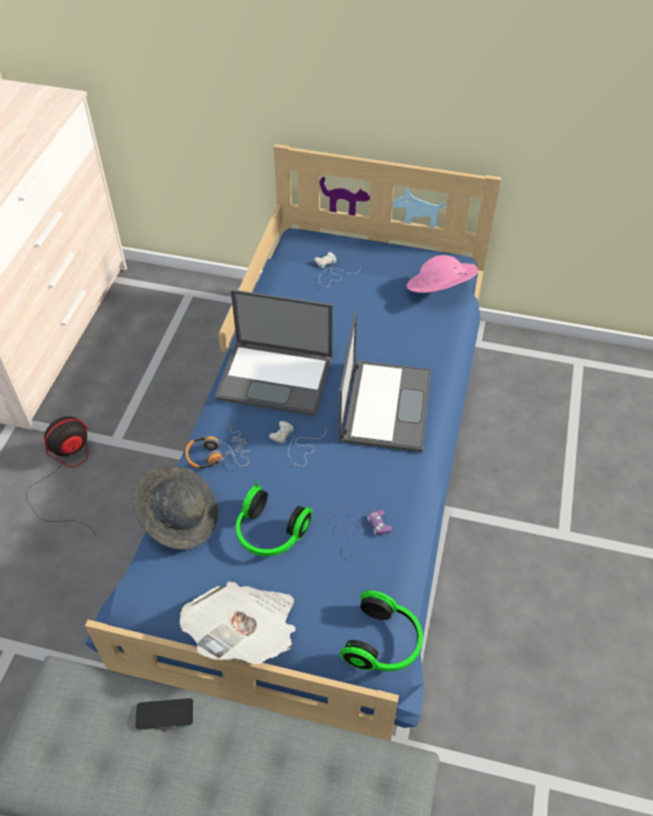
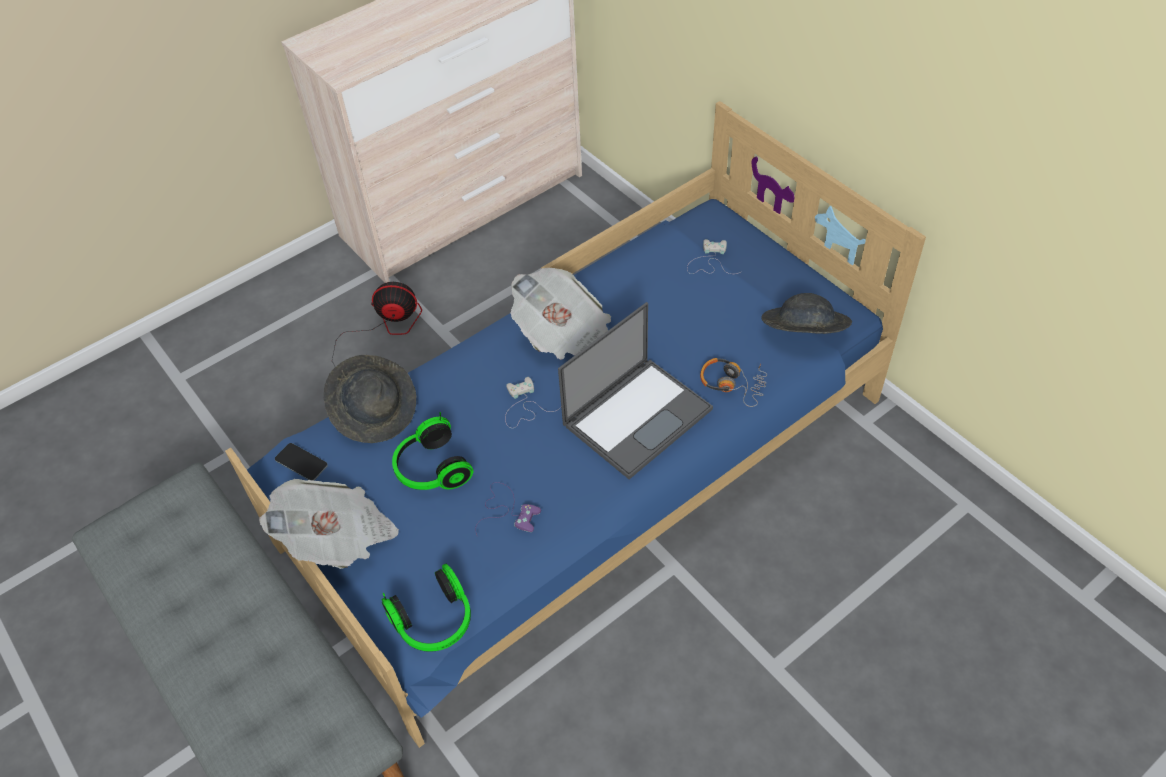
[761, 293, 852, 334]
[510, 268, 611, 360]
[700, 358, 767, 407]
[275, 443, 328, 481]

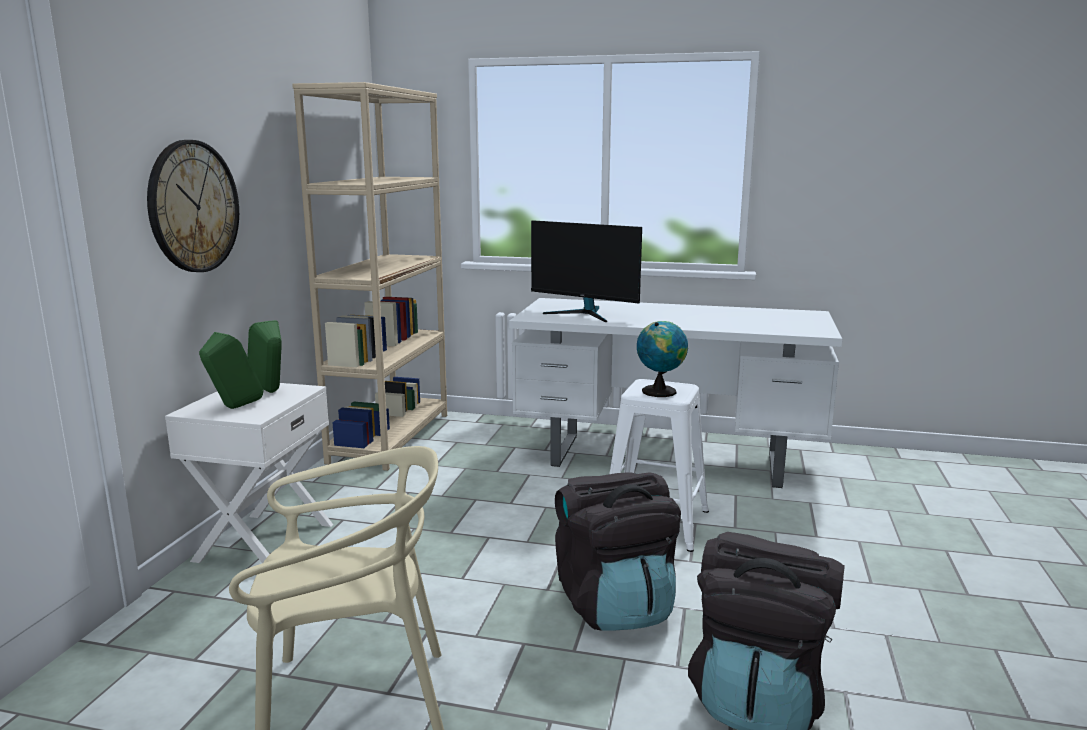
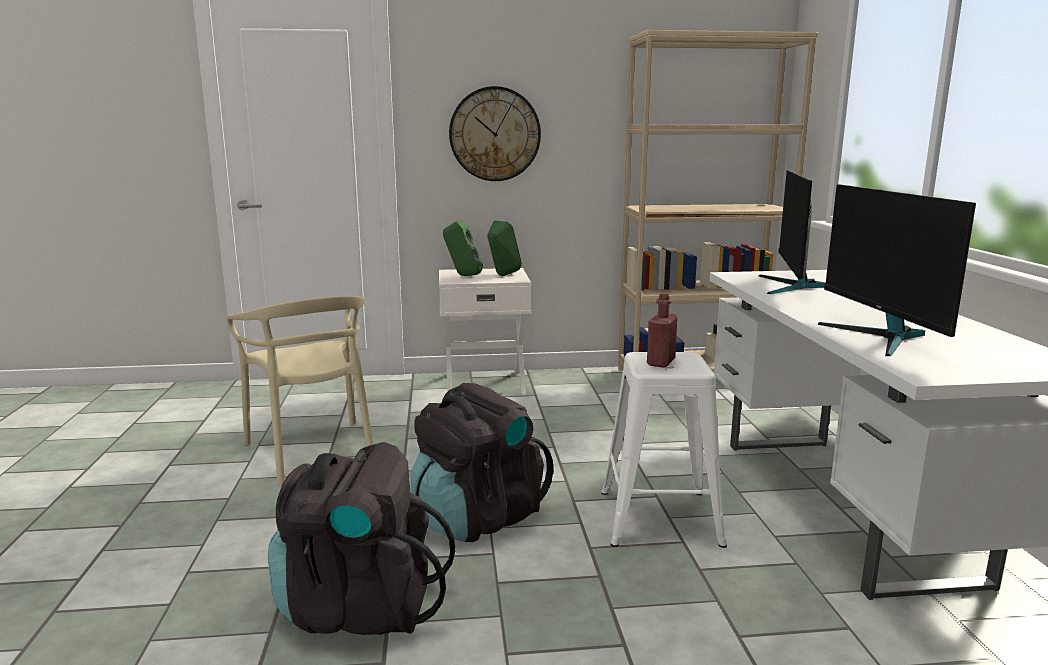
[647, 292, 678, 368]
[817, 184, 976, 356]

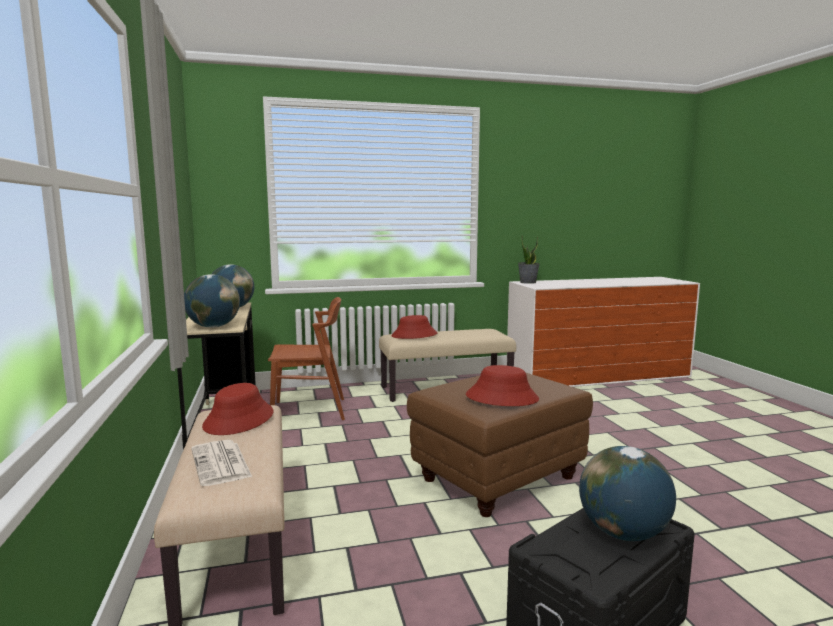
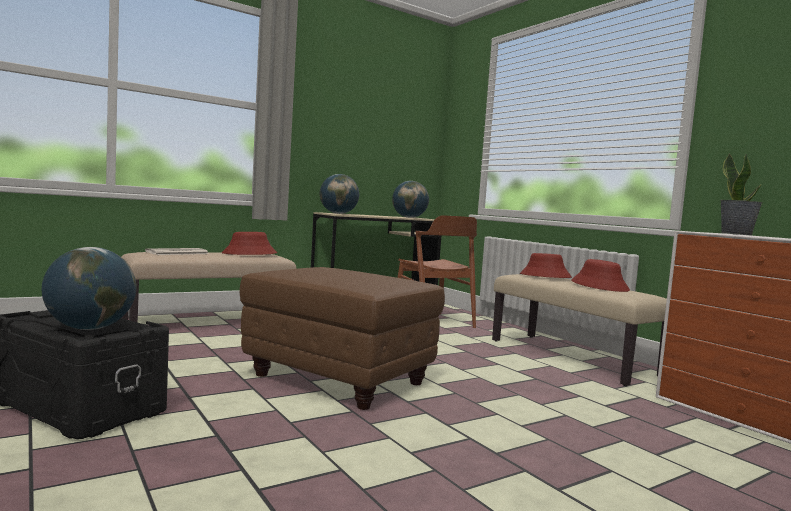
[571, 259, 630, 292]

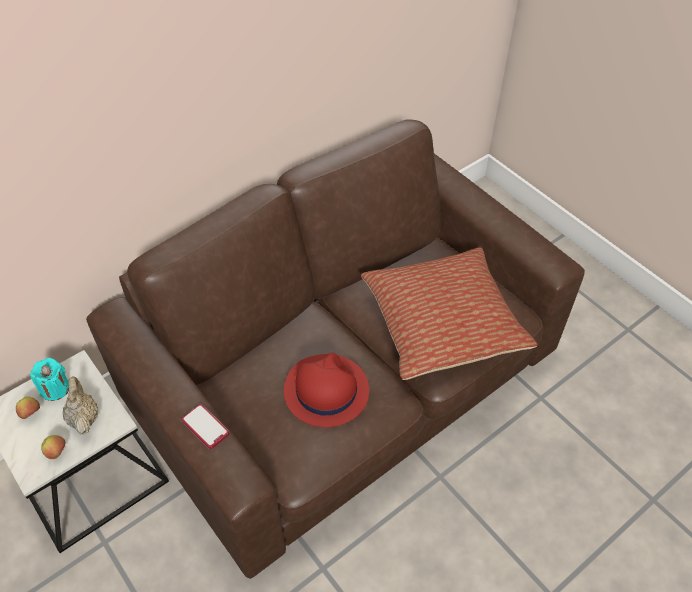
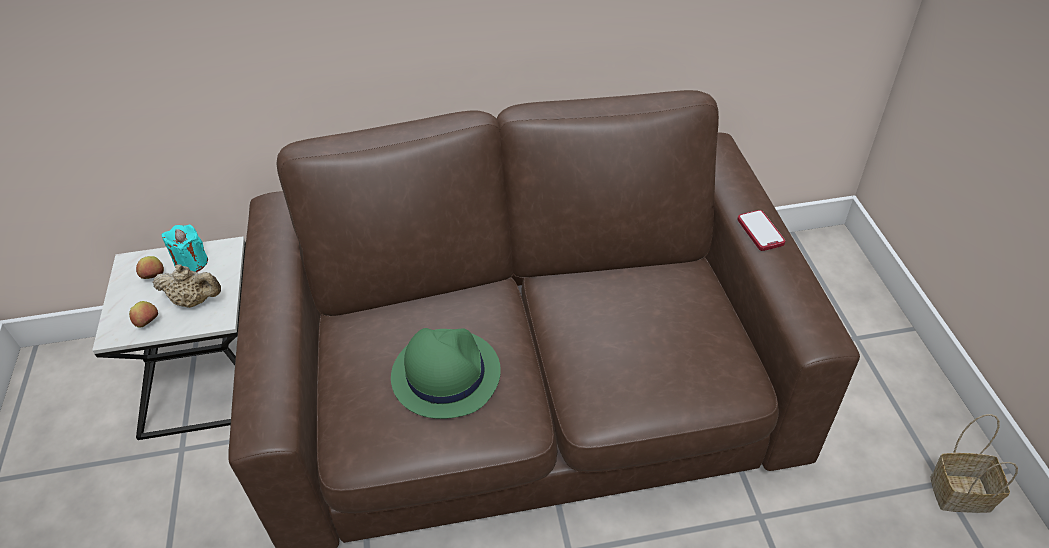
[361, 247, 538, 380] (first image)
[391, 328, 501, 419]
[152, 264, 221, 308]
[737, 210, 785, 251]
[930, 414, 1018, 513]

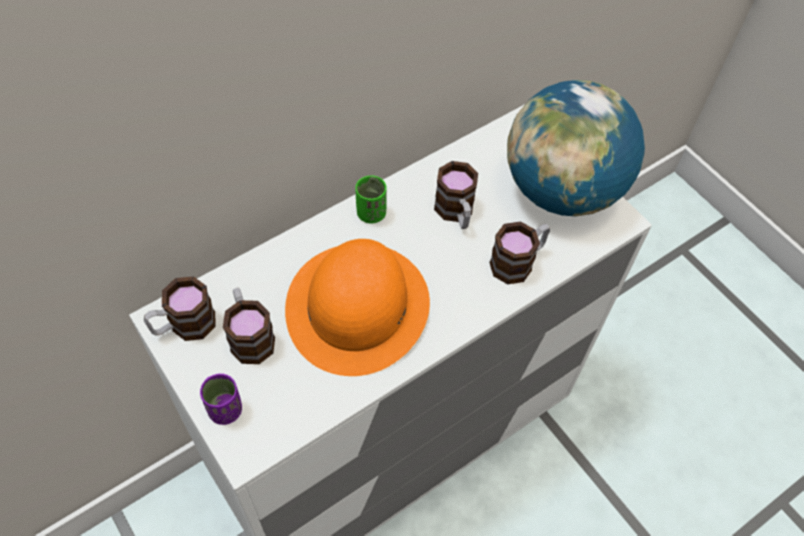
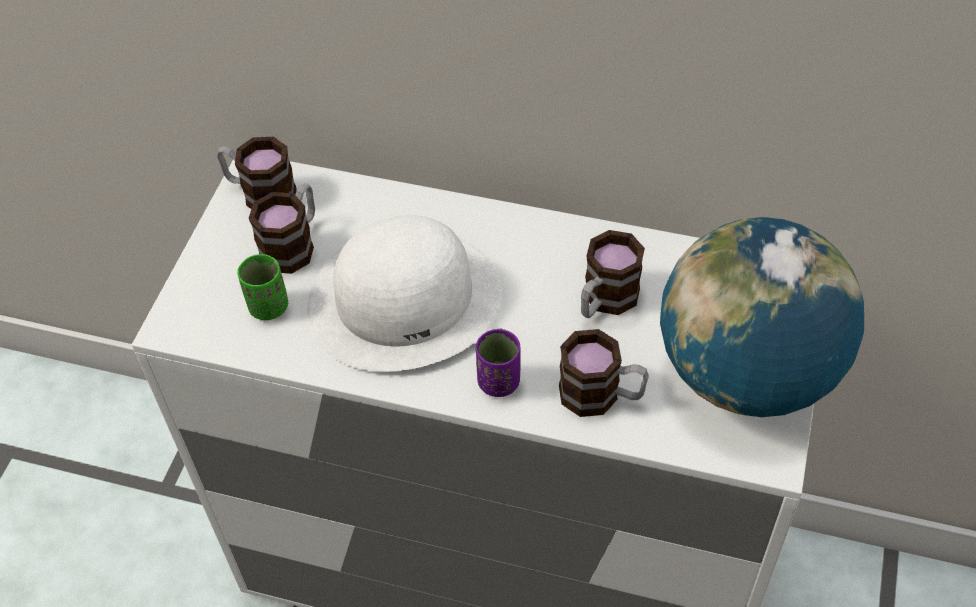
[237, 254, 288, 320]
[307, 215, 502, 372]
[476, 328, 521, 397]

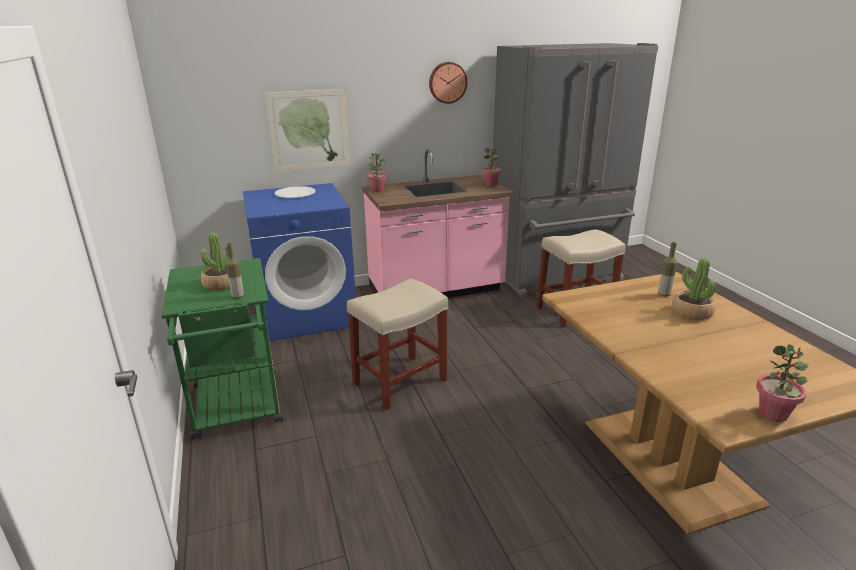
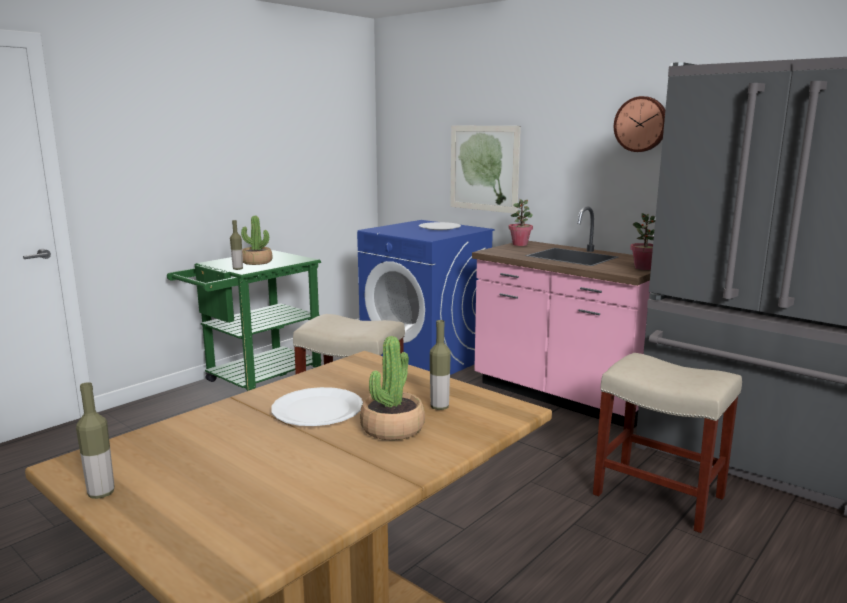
[76, 382, 114, 499]
[271, 387, 363, 426]

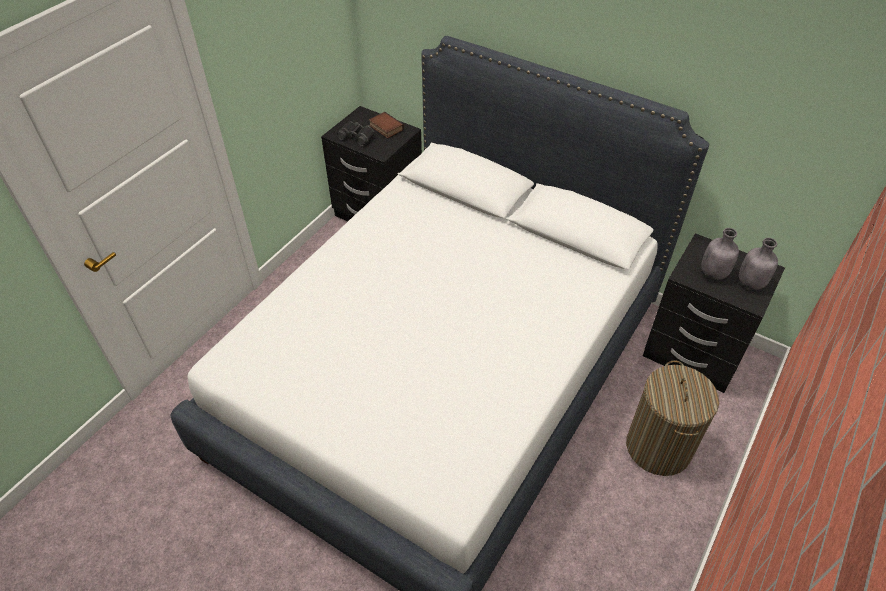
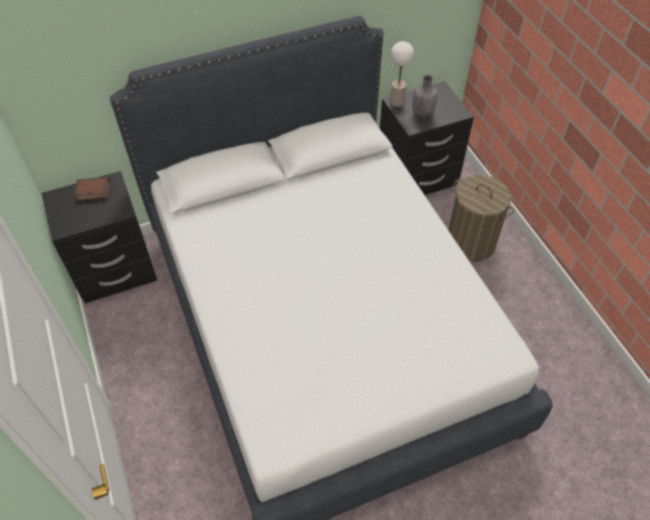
[337, 121, 375, 146] (first image)
[739, 238, 778, 290] (first image)
[390, 41, 414, 107]

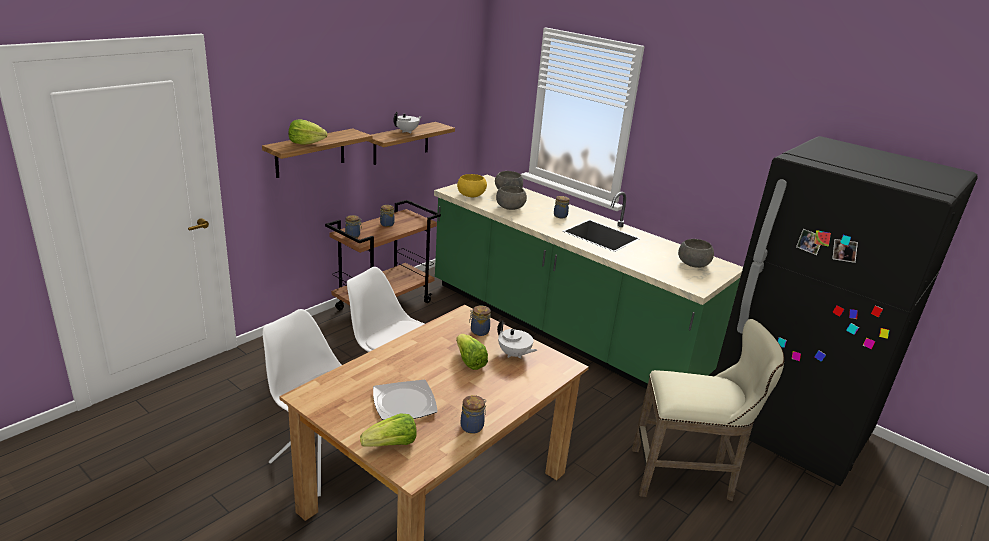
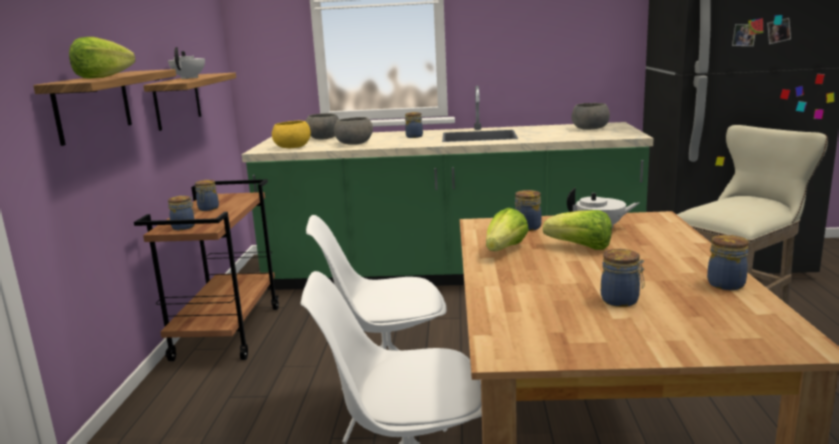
[601, 249, 644, 307]
[486, 208, 529, 251]

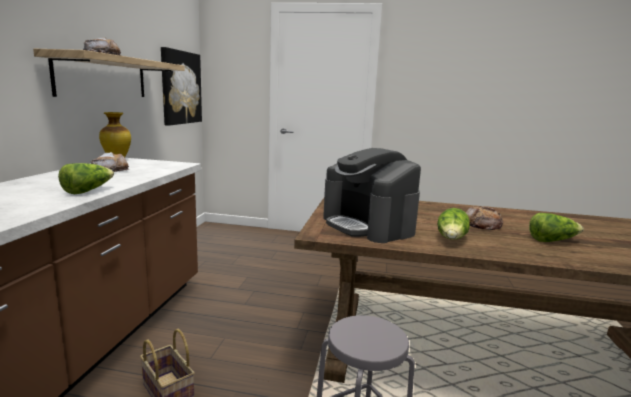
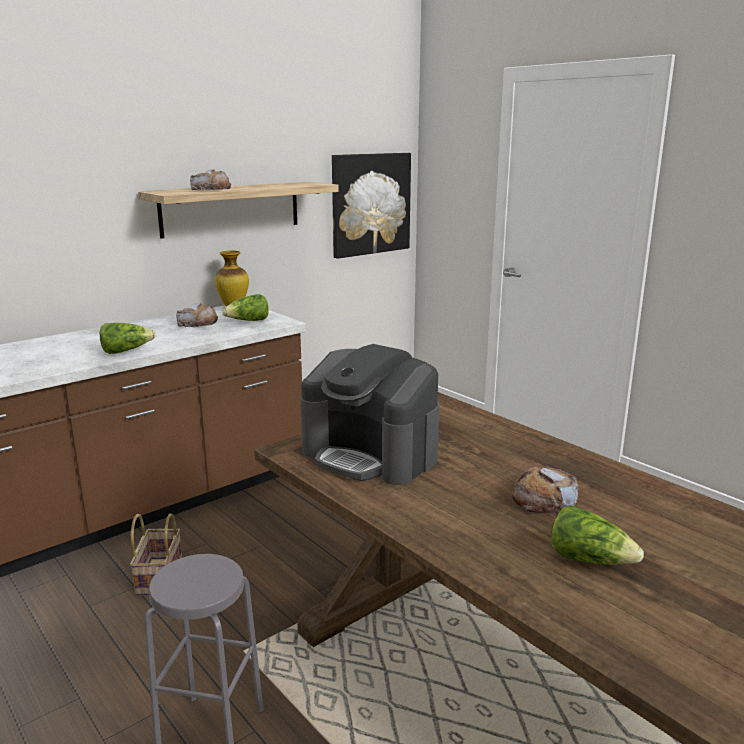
[300, 344, 439, 485]
[222, 294, 269, 321]

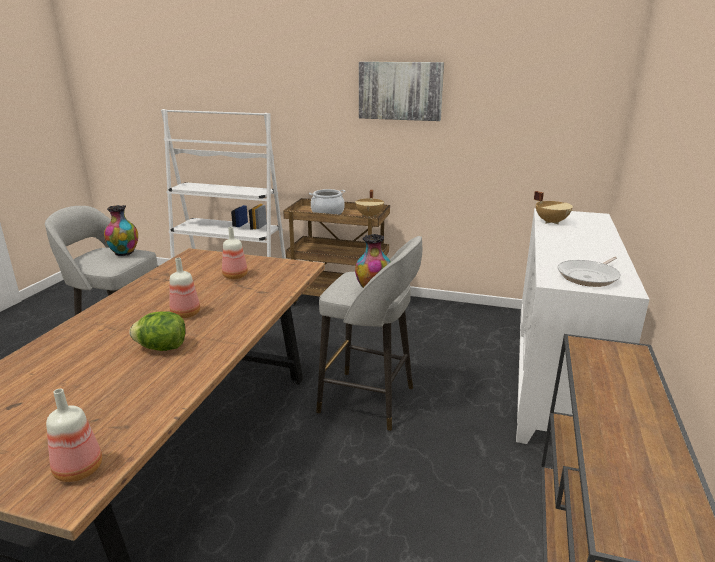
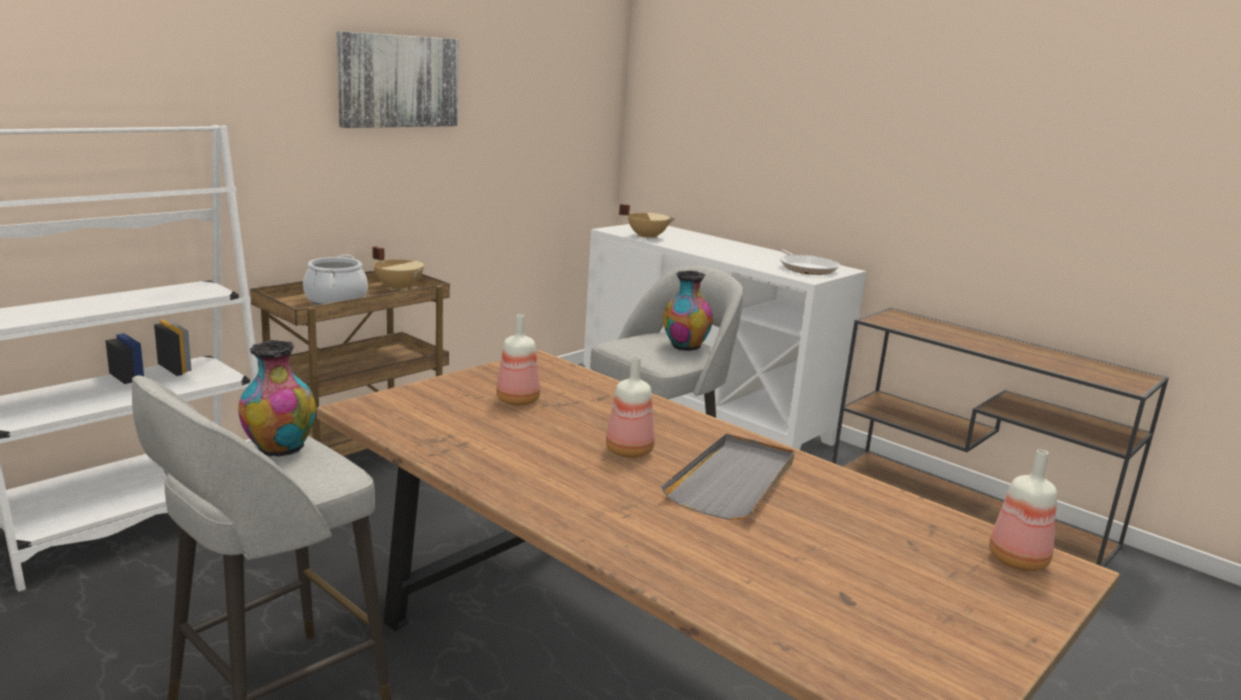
[661, 433, 795, 520]

